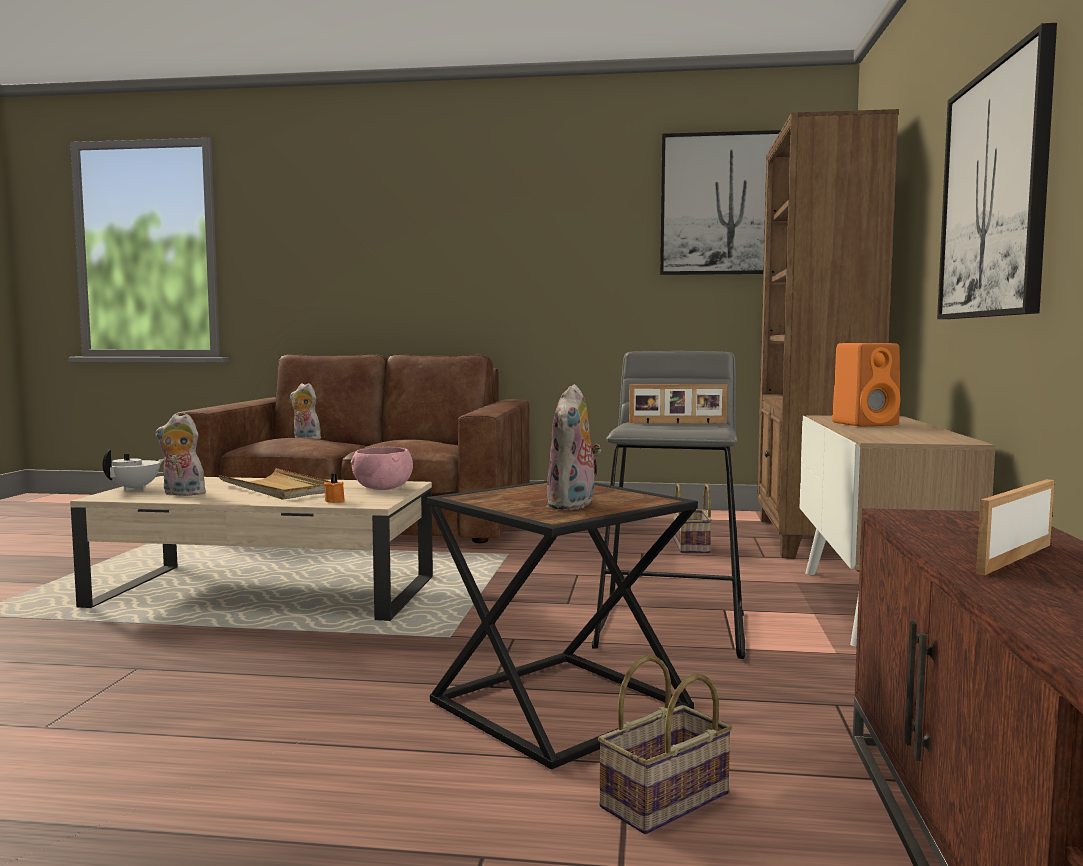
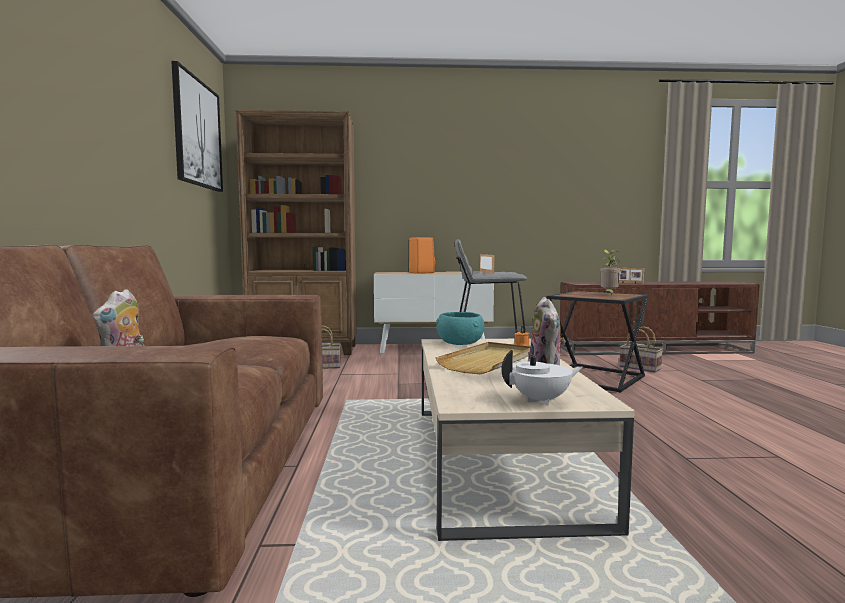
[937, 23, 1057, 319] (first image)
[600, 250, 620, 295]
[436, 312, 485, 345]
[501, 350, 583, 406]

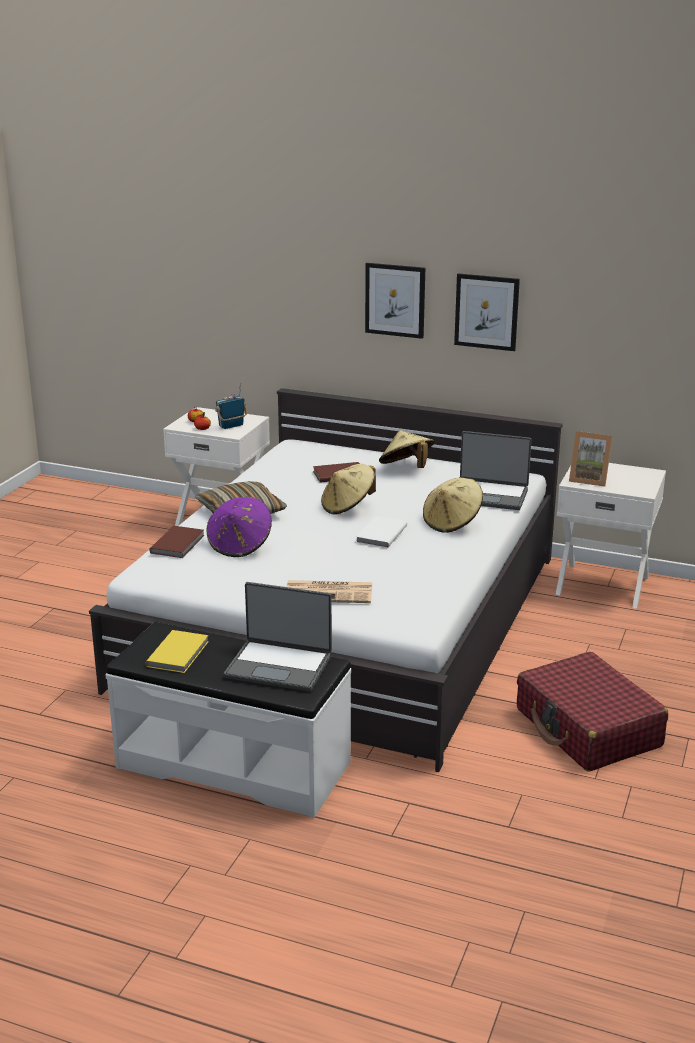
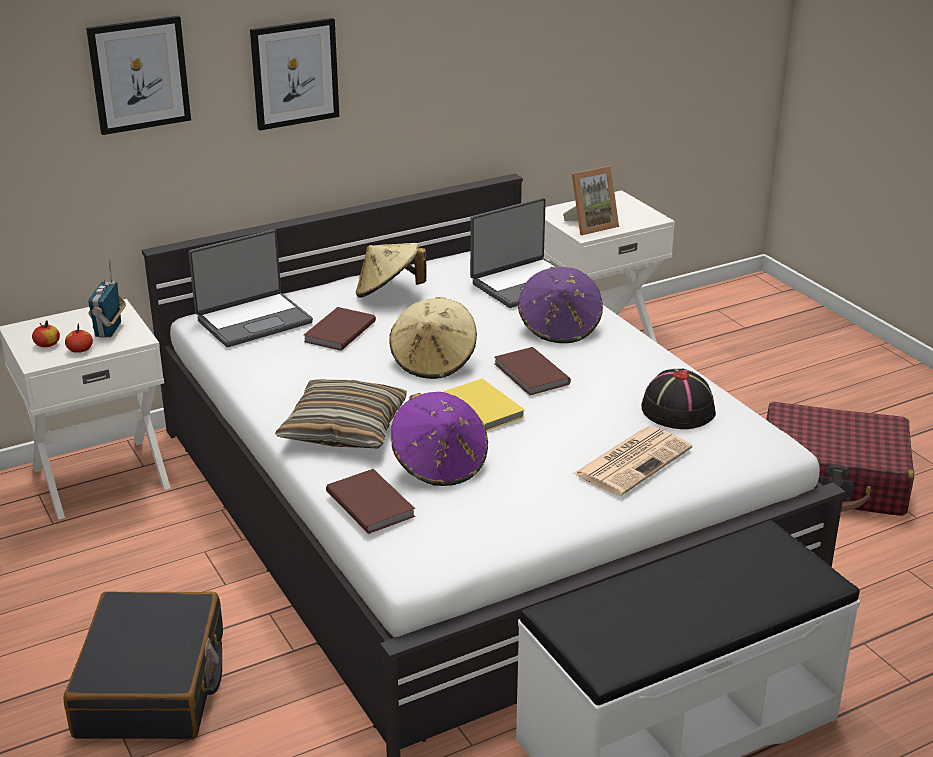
[86, 16, 191, 135]
[518, 266, 603, 343]
[494, 347, 571, 396]
[189, 229, 313, 347]
[444, 379, 525, 431]
[641, 368, 716, 429]
[63, 591, 223, 740]

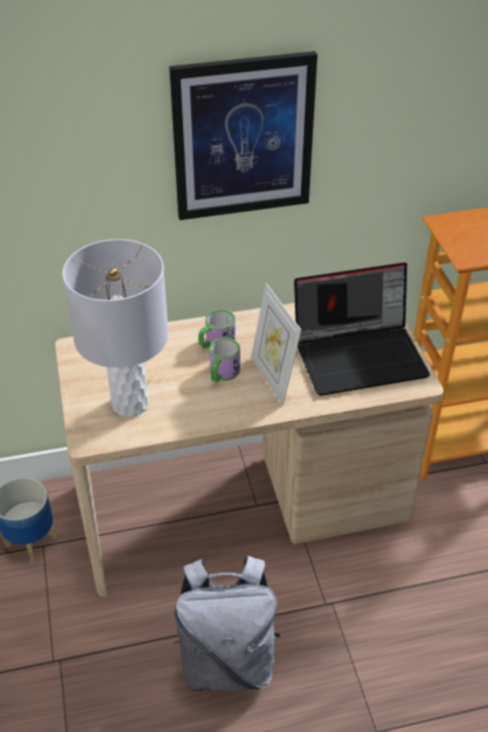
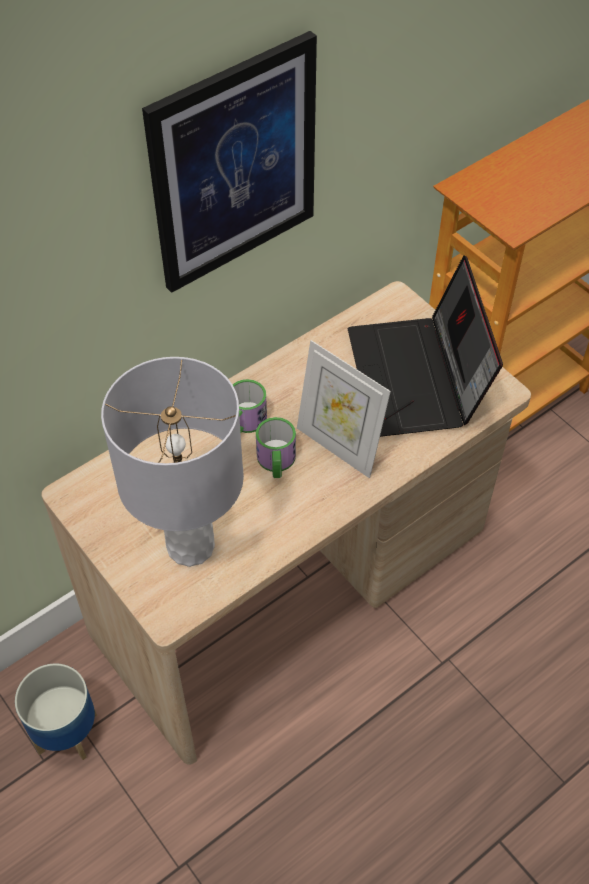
[348, 255, 503, 437]
[173, 556, 281, 692] (first image)

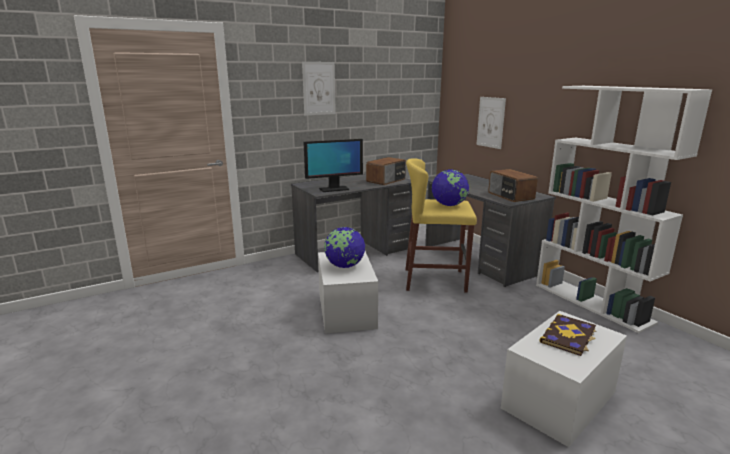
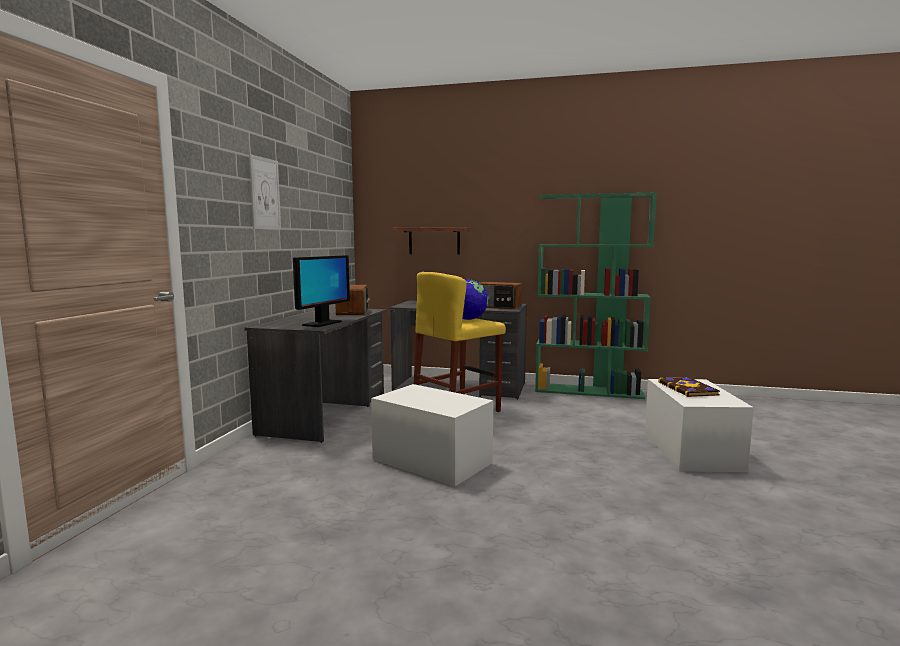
[535, 192, 657, 399]
[393, 227, 470, 254]
[324, 227, 365, 268] (first image)

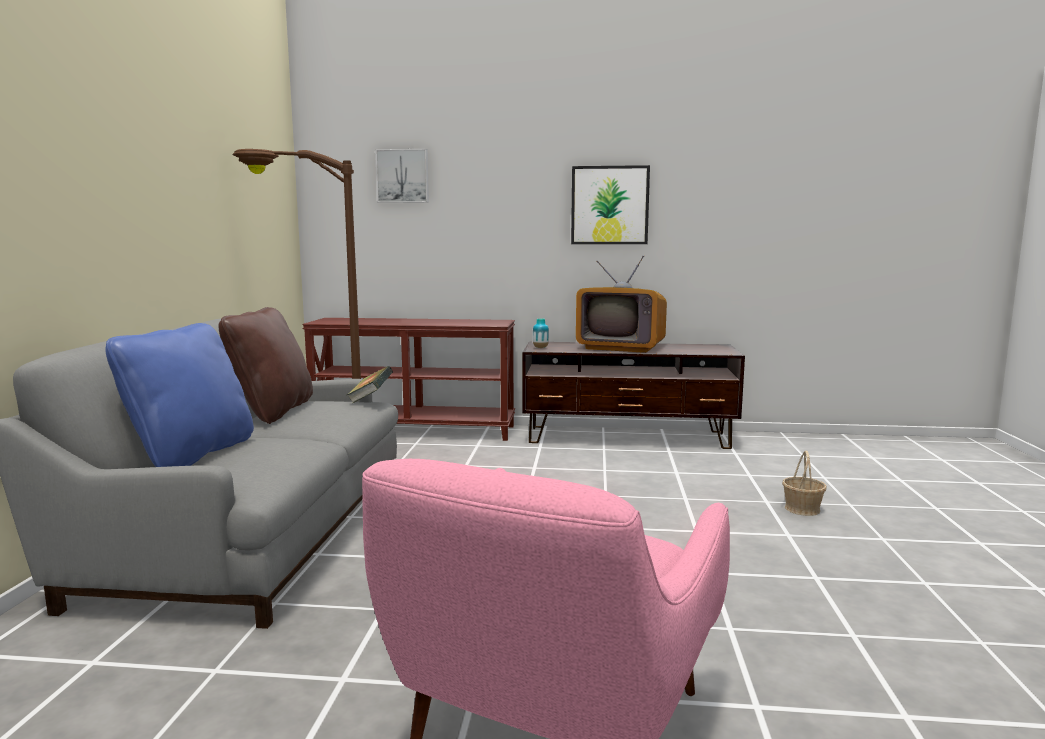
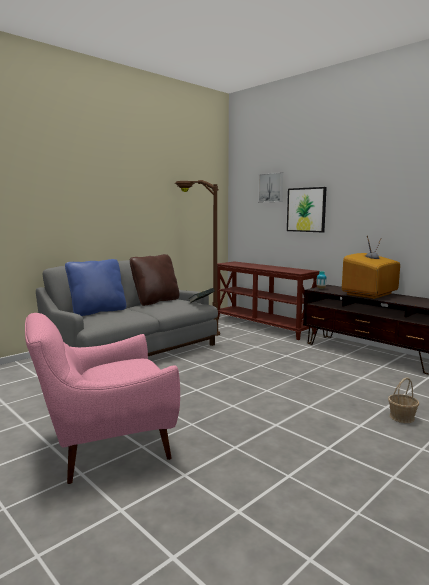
[287, 187, 327, 232]
[342, 235, 400, 299]

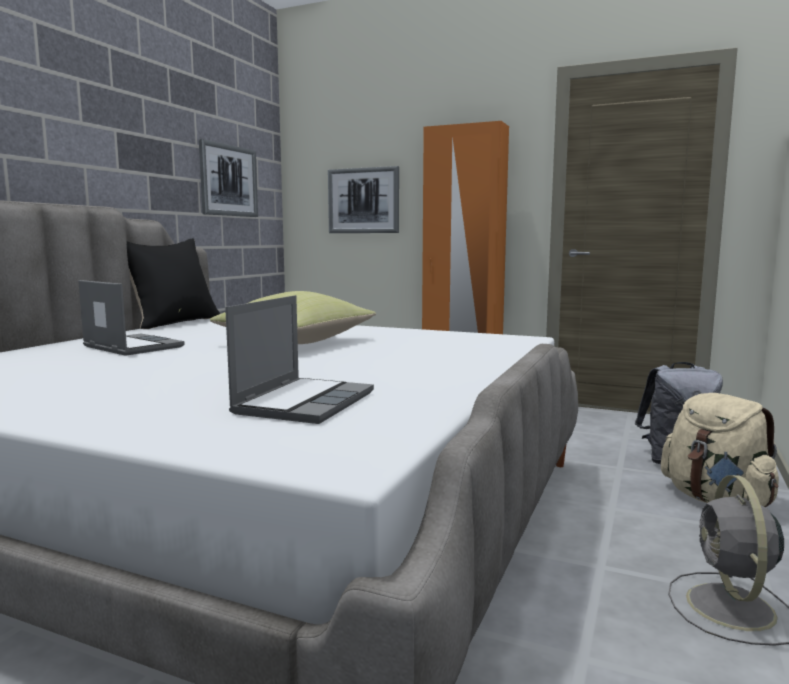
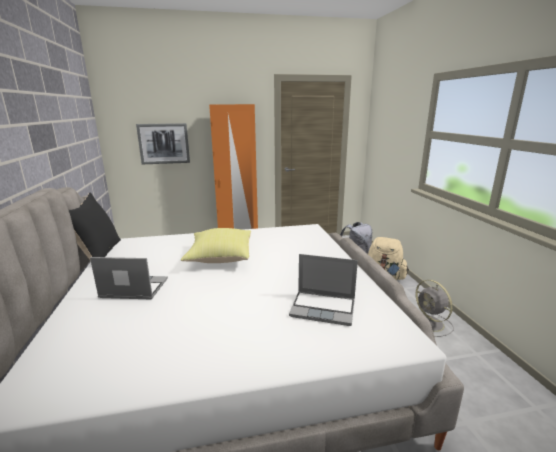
[199, 139, 258, 217] (first image)
[289, 254, 358, 326]

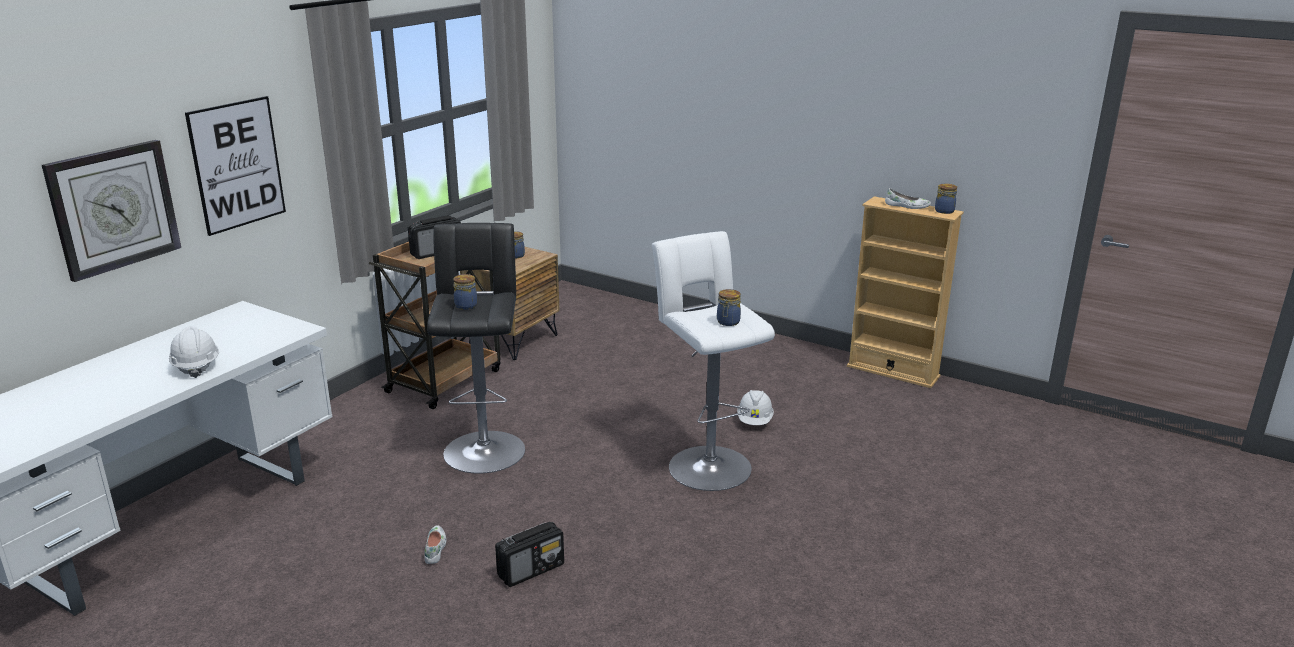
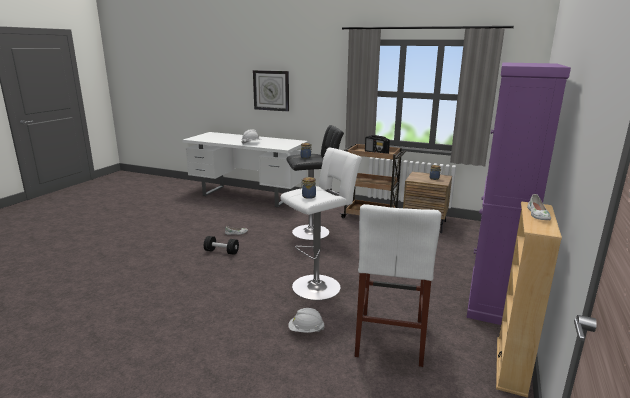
[185, 96, 286, 236] (first image)
[935, 184, 957, 214] (first image)
[288, 308, 324, 333]
[204, 236, 239, 255]
[466, 62, 571, 325]
[355, 204, 441, 367]

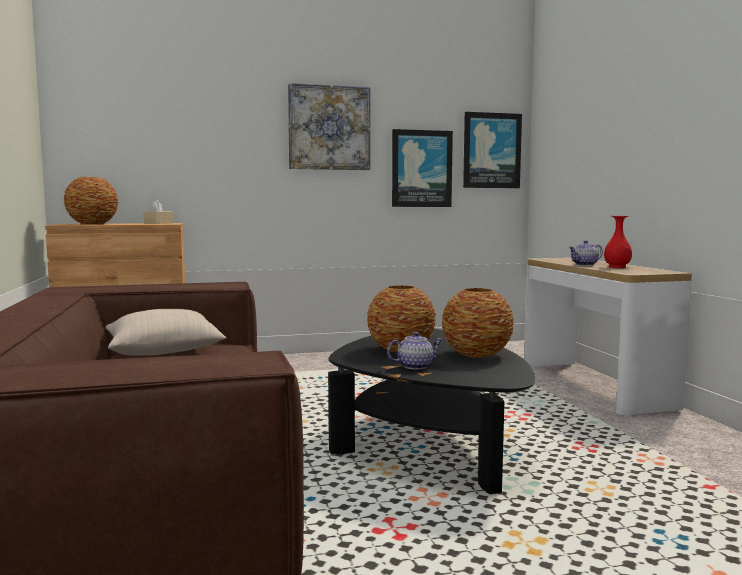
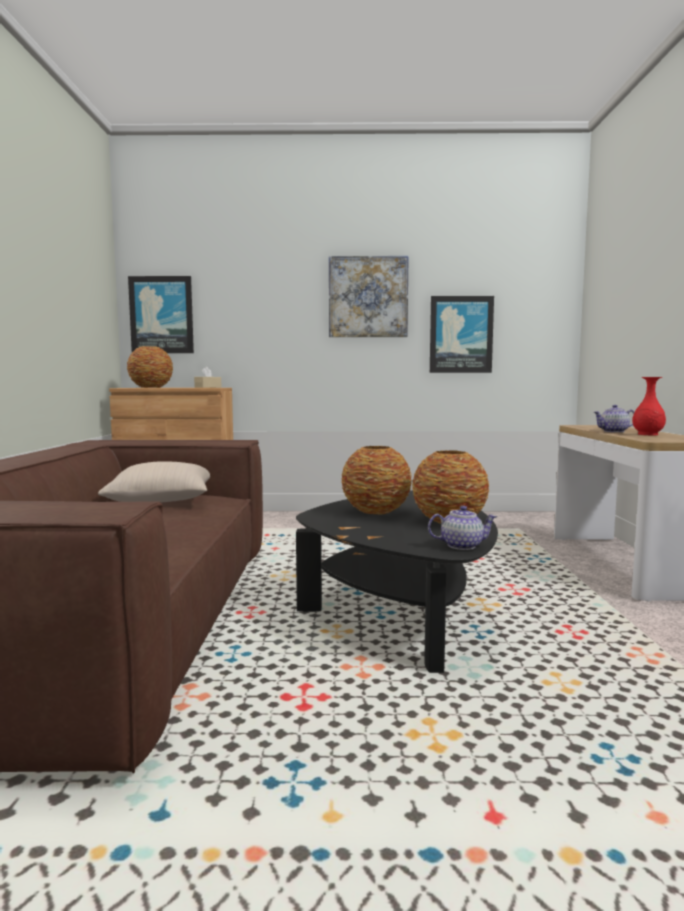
[128, 276, 194, 353]
[428, 506, 497, 550]

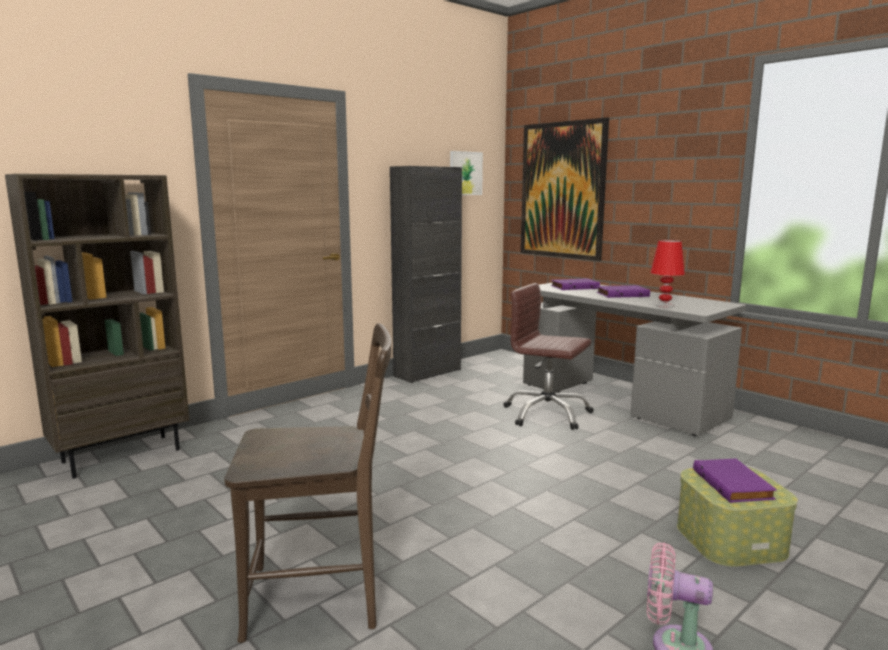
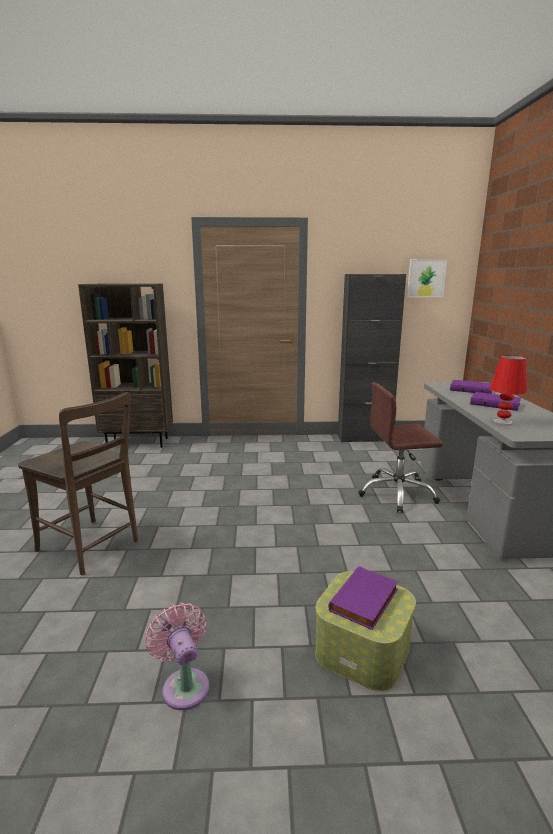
[521, 118, 609, 261] (first image)
[358, 382, 443, 513]

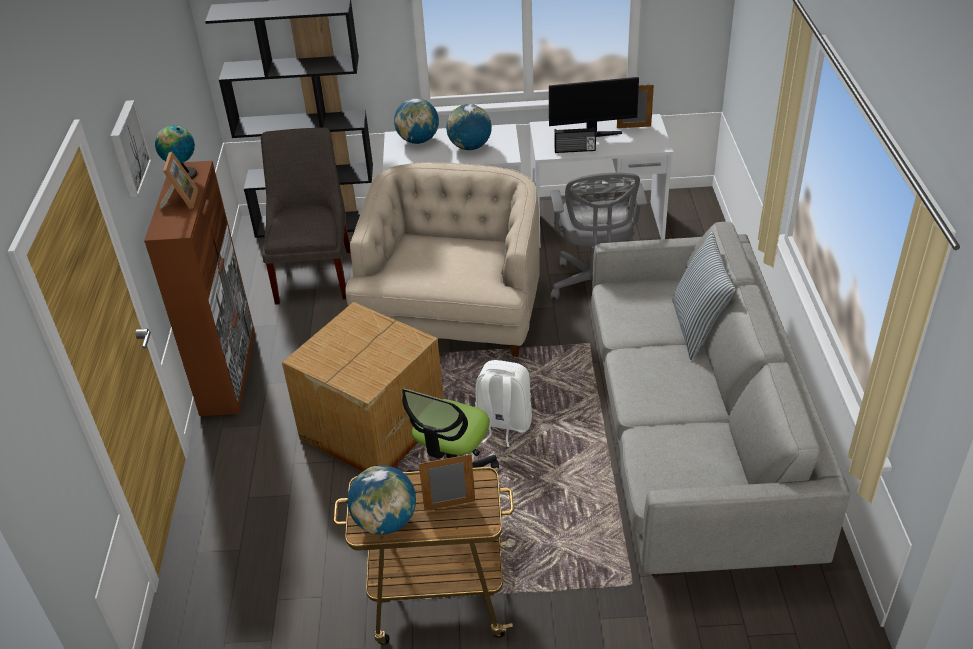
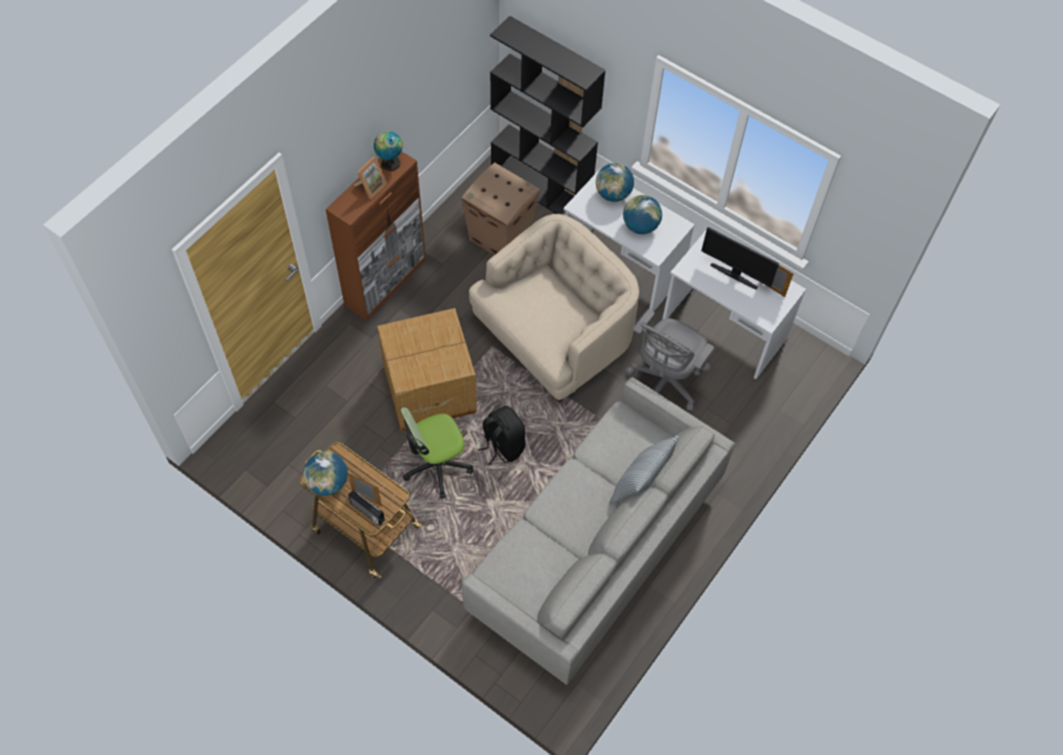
[110, 100, 152, 197] (first image)
[461, 162, 540, 255]
[348, 489, 385, 526]
[478, 406, 526, 465]

